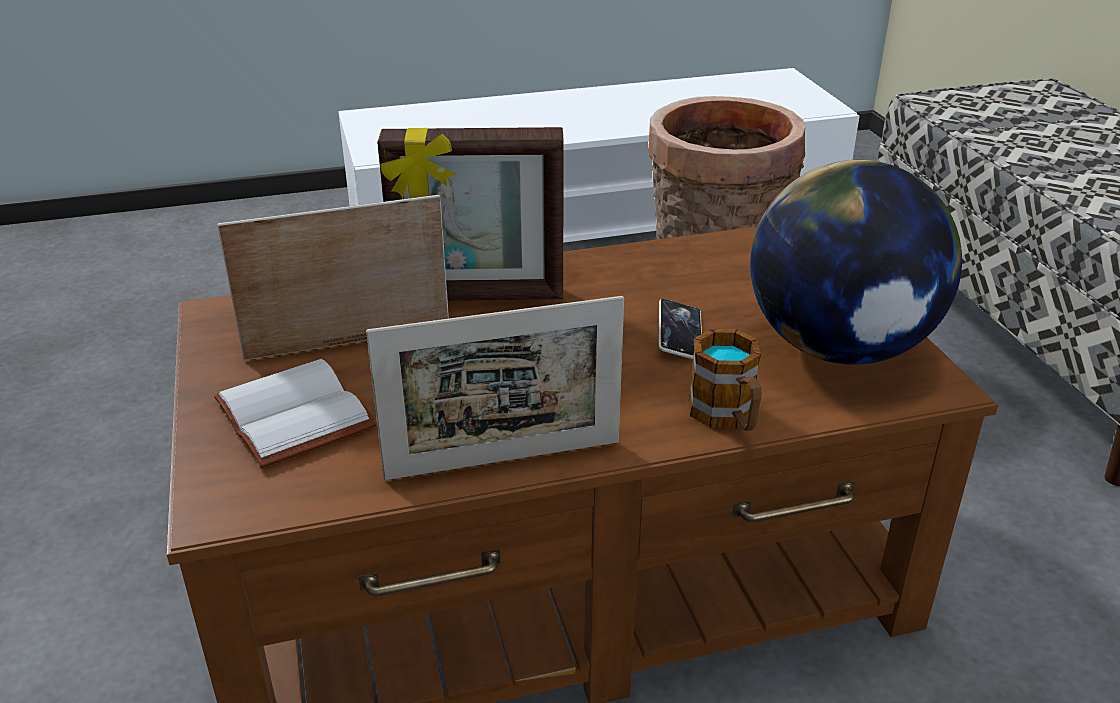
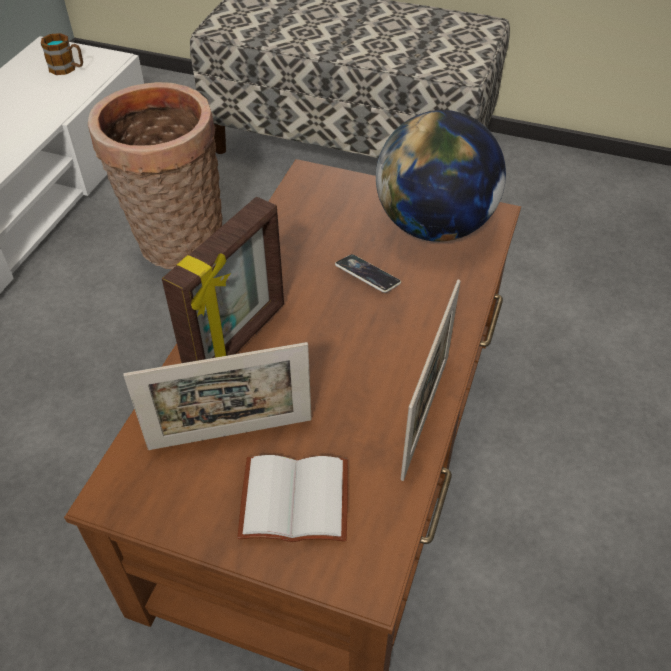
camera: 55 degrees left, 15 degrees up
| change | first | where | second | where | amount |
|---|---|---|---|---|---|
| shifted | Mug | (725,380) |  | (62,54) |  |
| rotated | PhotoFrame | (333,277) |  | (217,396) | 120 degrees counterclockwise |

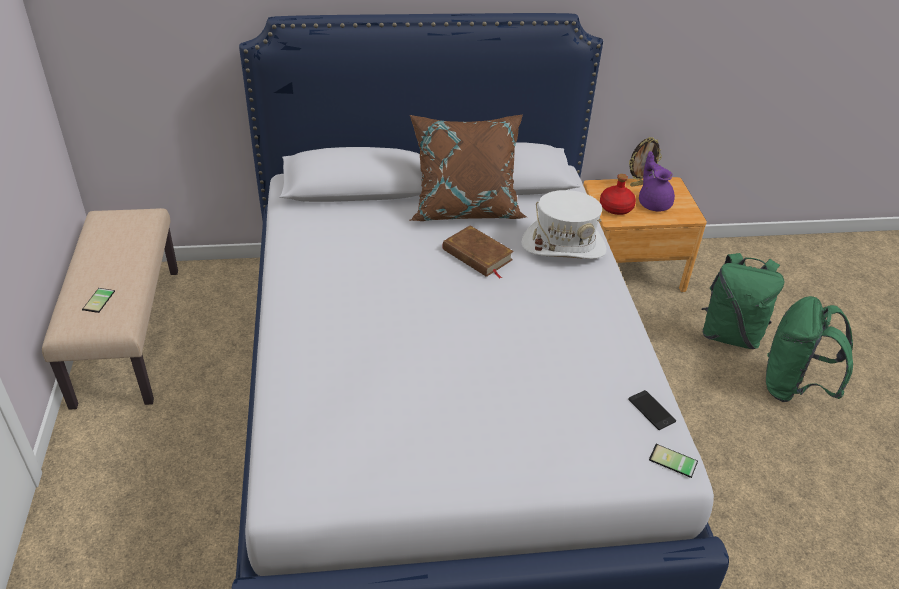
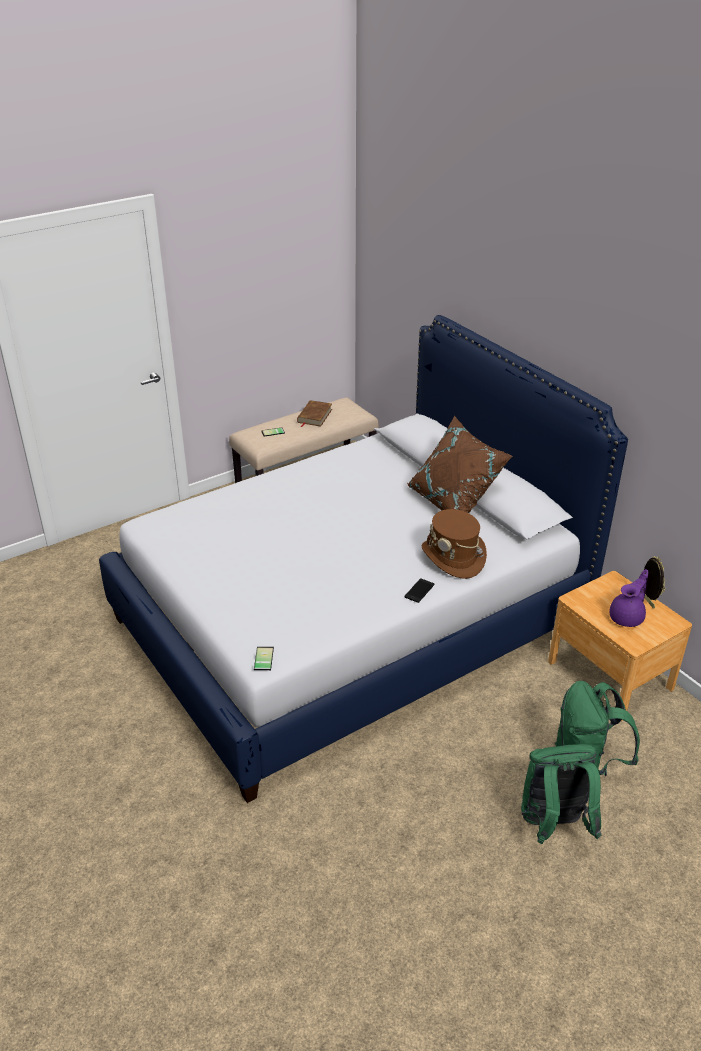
camera: 65 degrees right, 5 degrees down
| change | first | where | second | where | amount |
|---|---|---|---|---|---|
| gone | ReddishBeverageBottle | (618,194) |  |  |  |
| shifted | BrownColouredVolume | (478,251) |  | (314,413) |  |
| shifted | Telephone | (652,410) |  | (419,590) |  |
| repainted | WhiteHat | (563,224) | BrownColouredHat | (454,544) |  |
| rotated | PhotoFrame | (645,162) |  | (654,582) | 150 degrees counterclockwise |

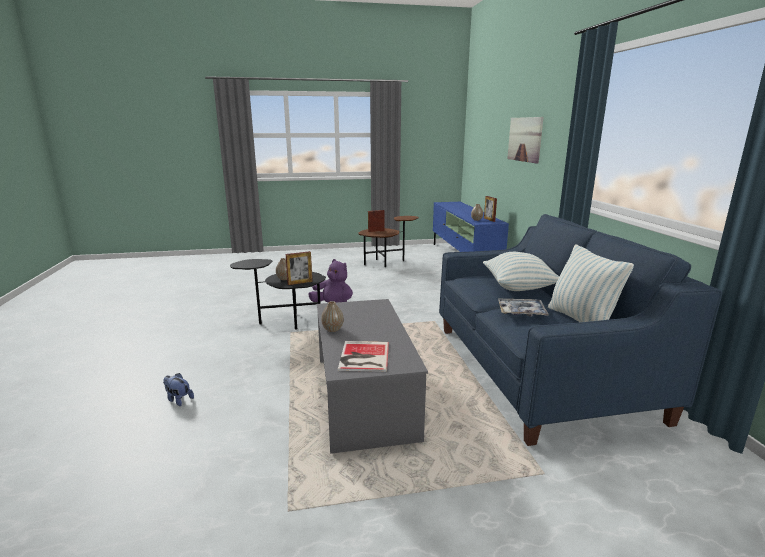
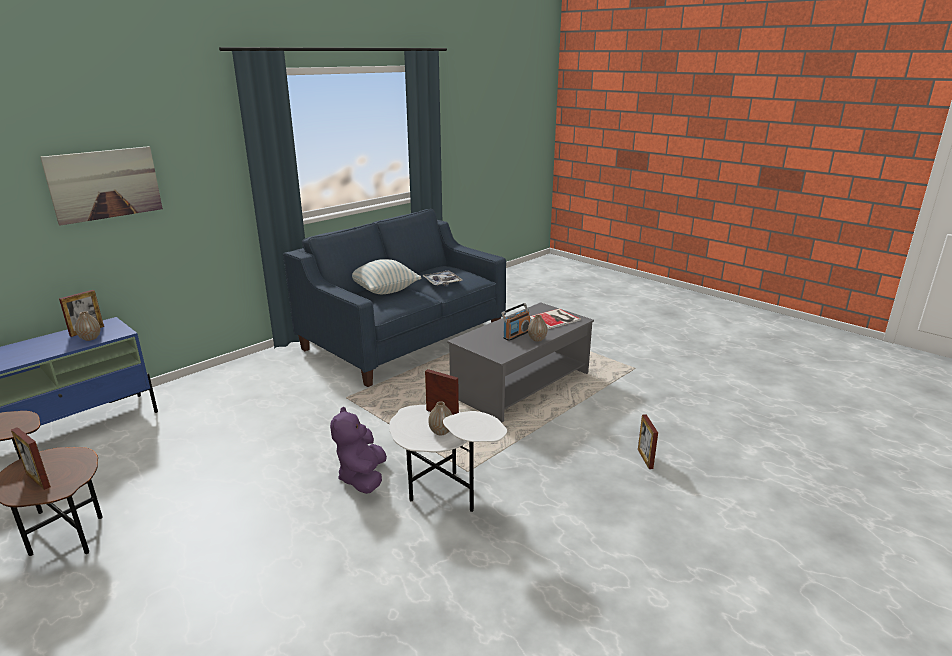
camera: 125 degrees left, 5 degrees up
| change | first | where | second | where | amount |
|---|---|---|---|---|---|
| gone | Pillow | (591,283) |  |  |  |
| new |  |  | RadioReceiver | (515,322) |  |
| swapped | CuddlyToy | (178,389) | PhotoFrame | (648,441) |  |
| repainted | BlackishSideTable | (278,294) | WhiteSideTable | (448,458) |  |

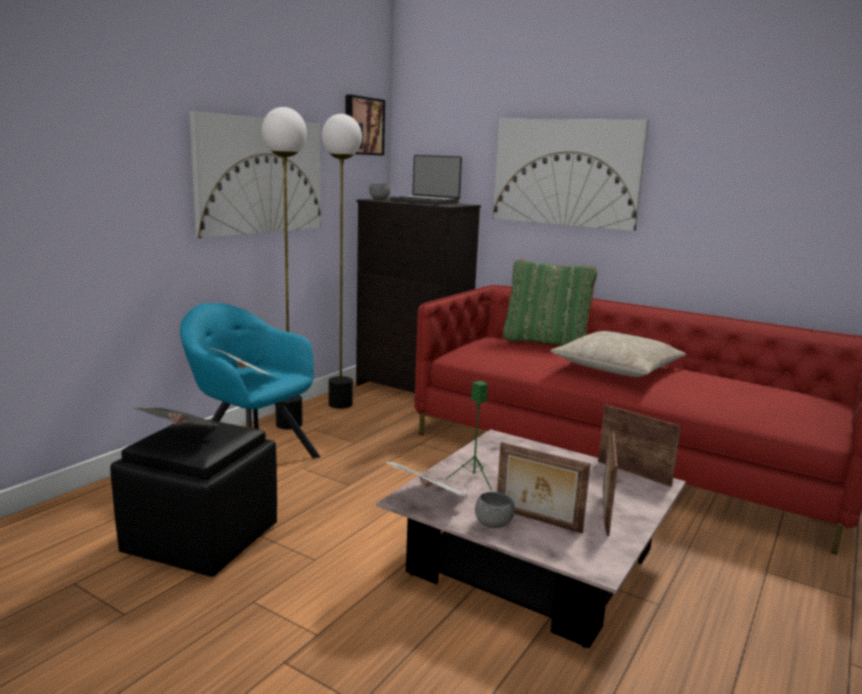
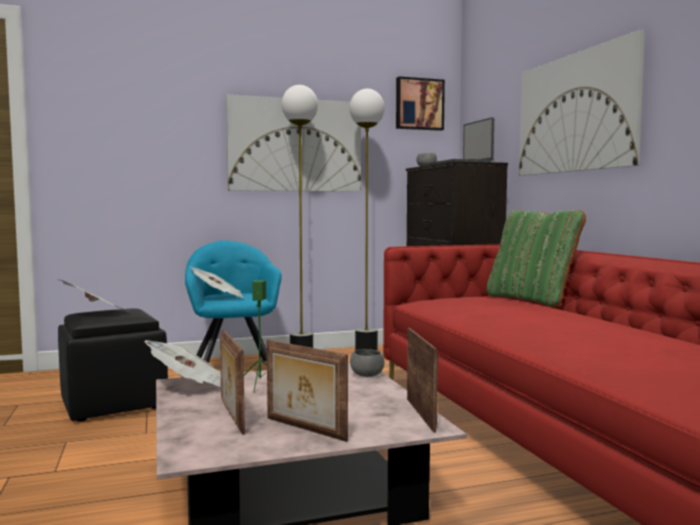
camera: 40 degrees right, 10 degrees down
| change | first | where | second | where | amount |
|---|---|---|---|---|---|
| gone | BeigePillow | (618,354) |  |  |  |
| shifted | GreyDeepDish | (495,510) |  | (367,363) |  |
| rotated | PhotoFrame | (610,483) |  | (307,391) | 105 degrees counterclockwise |

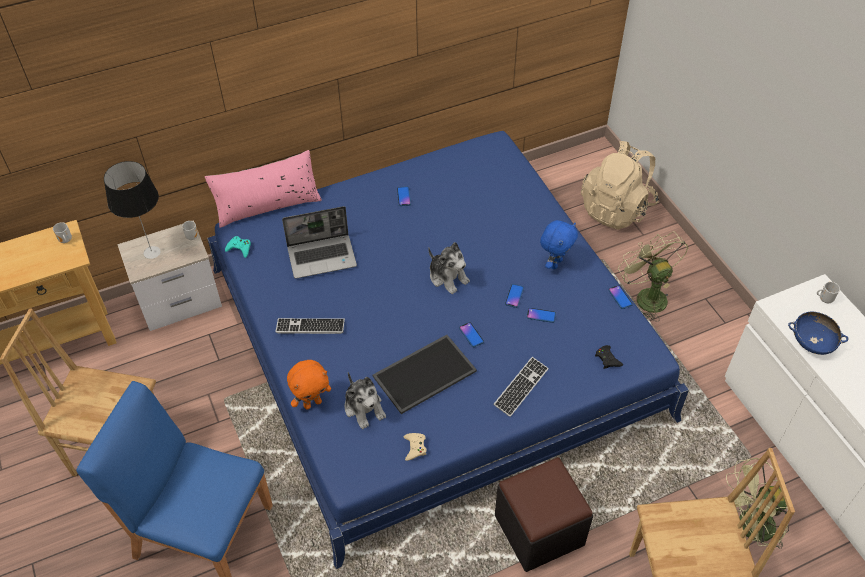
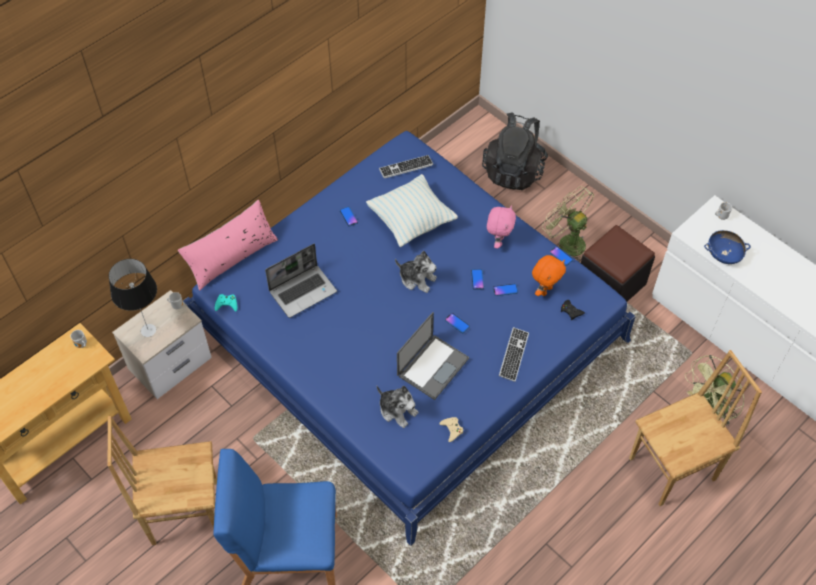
camera: 20 degrees left, 5 degrees up
| change | first | where | second | where | amount |
|---|---|---|---|---|---|
| new |  |  | Pillow | (412,210) |  |
| shifted | PcKeyboard | (310,326) |  | (406,166) |  |
| shifted | OrangeCuddlyToy | (309,385) |  | (549,275) |  |
| shifted | BlackishFootrest | (544,514) |  | (618,263) |  |
| swapped | CarryingTray | (425,374) | NotebookComputer | (433,356) |  |
| repainted | BluishCuddlyToy | (559,244) | PinkCuddlyToy | (501,227) |  |
| repainted | BeigeRucksack | (620,185) | BlackishRucksack | (515,151) |  |

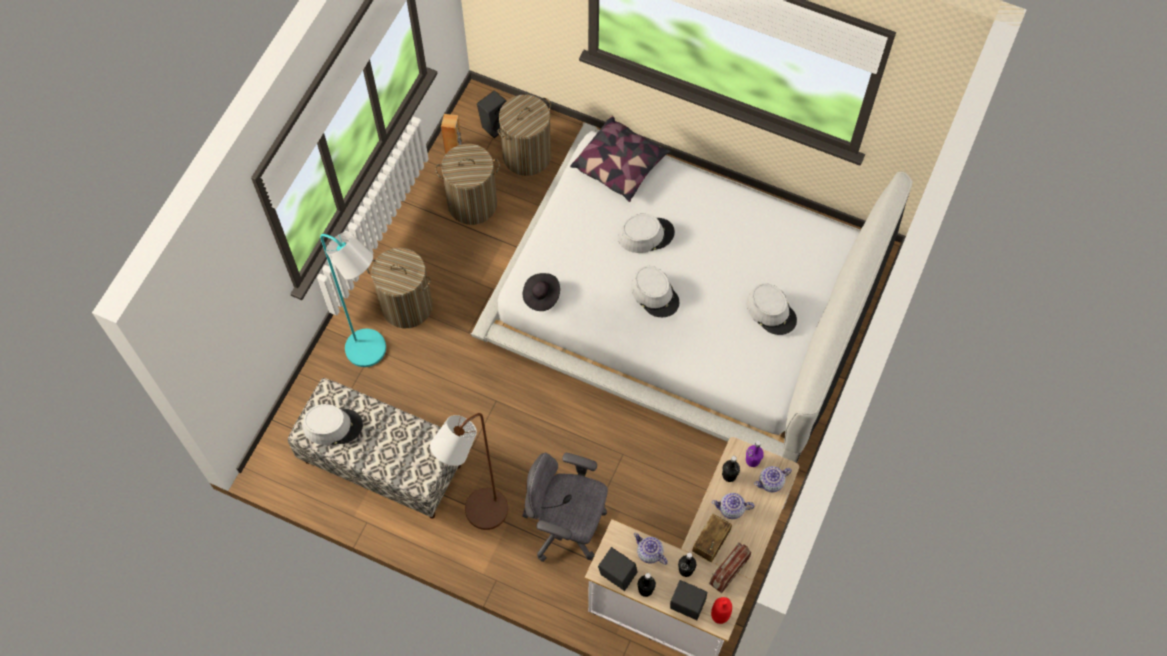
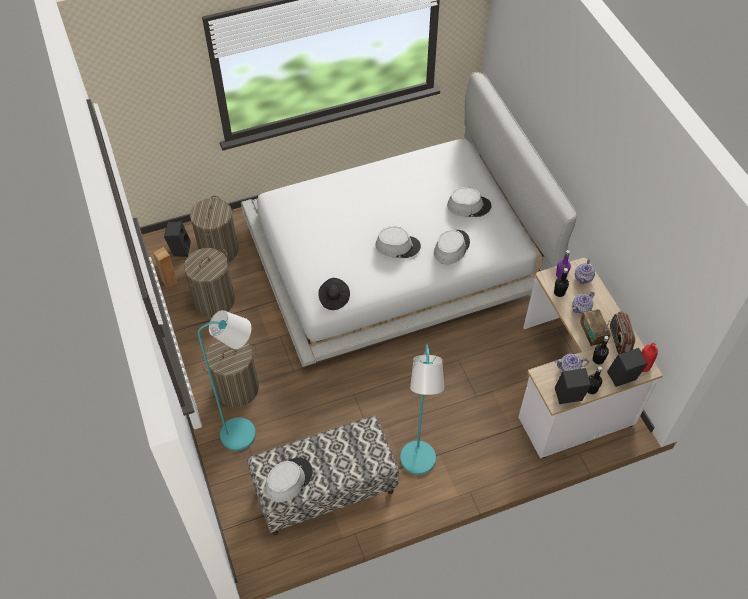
camera: 45 degrees left, 10 degrees down
| change | first | where | second | where | amount |
|---|---|---|---|---|---|
| gone | GreyComputerChair | (565,507) |  |  |  |
| gone | Pillow | (620,158) |  |  |  |
| shifted | GreyHat | (646,233) |  | (452,247) |  |
| repainted | BrownColouredFloorLamp | (469,471) | TurquoiseFloorLamp | (422,410) |  |

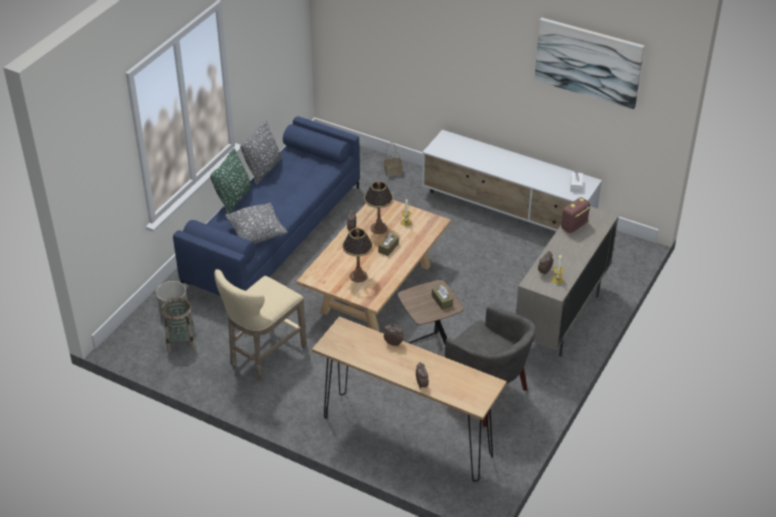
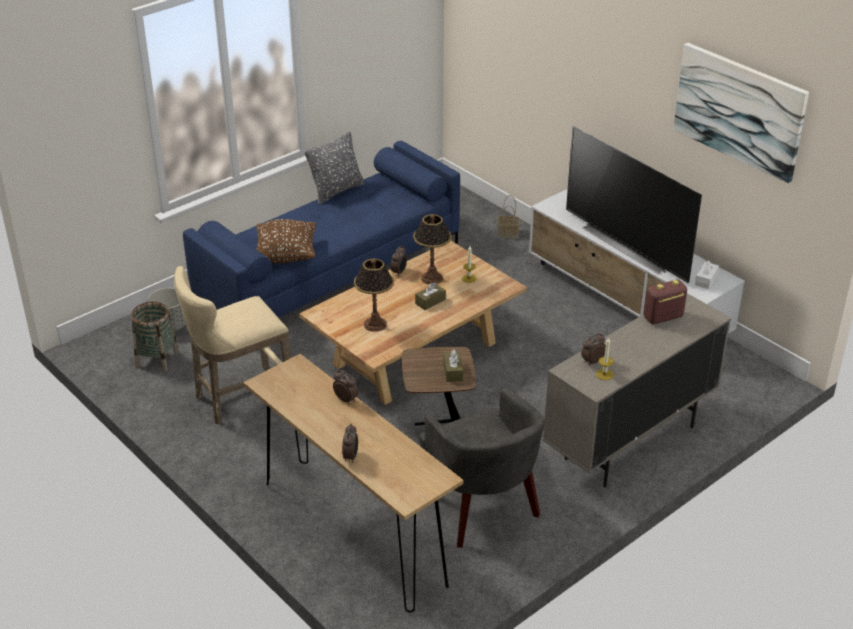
camera: 20 degrees right, 5 degrees down
| change | first | where | second | where | amount |
|---|---|---|---|---|---|
| gone | GreenColouredPillow | (231,181) |  |  |  |
| new |  |  | Television | (634,204) |  |
| repainted | GreyPillow | (256,223) | BrownColouredPillow | (286,241) |  |

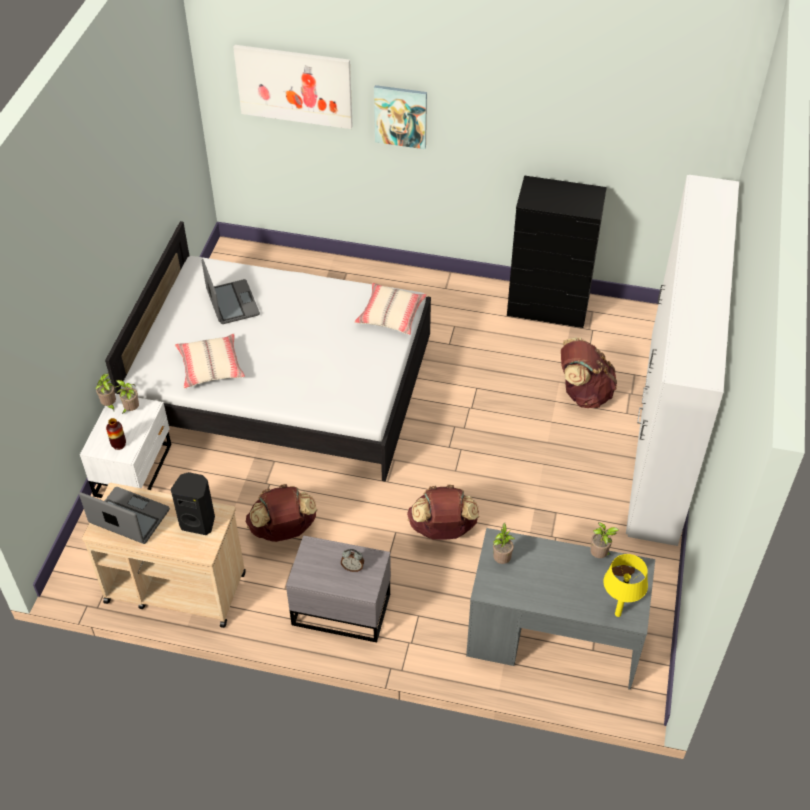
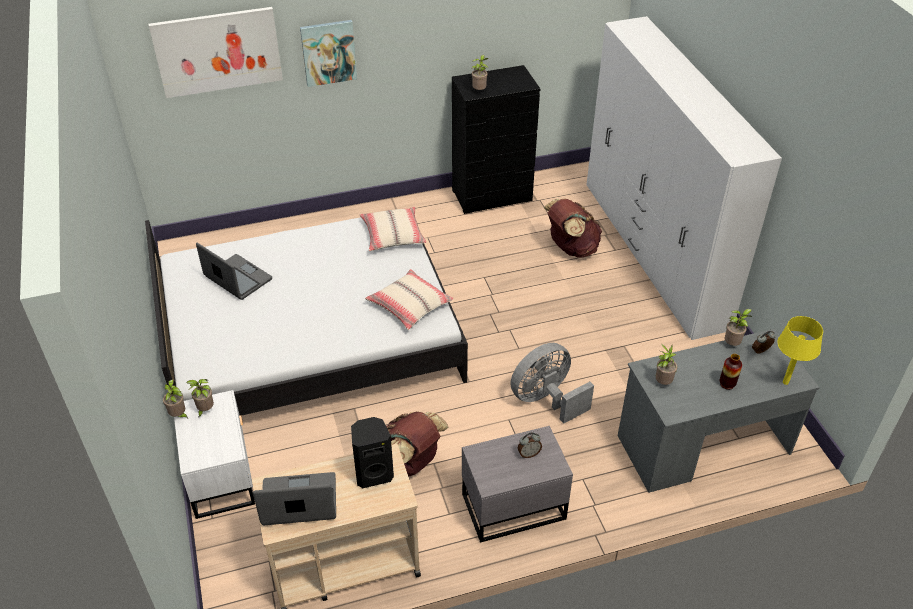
camera: 30 degrees left, 5 degrees down
| change | first | where | second | where | amount |
|---|---|---|---|---|---|
| new |  |  | PottedPlant | (479,72) |  |
| shifted | FlowerVase | (116,434) |  | (731,372) |  |
| shifted | BeigePillow | (210,361) |  | (409,299) |  |
| swapped | BrownColouredRucksack | (443,512) | GreyElectricFan | (552,383) |  |

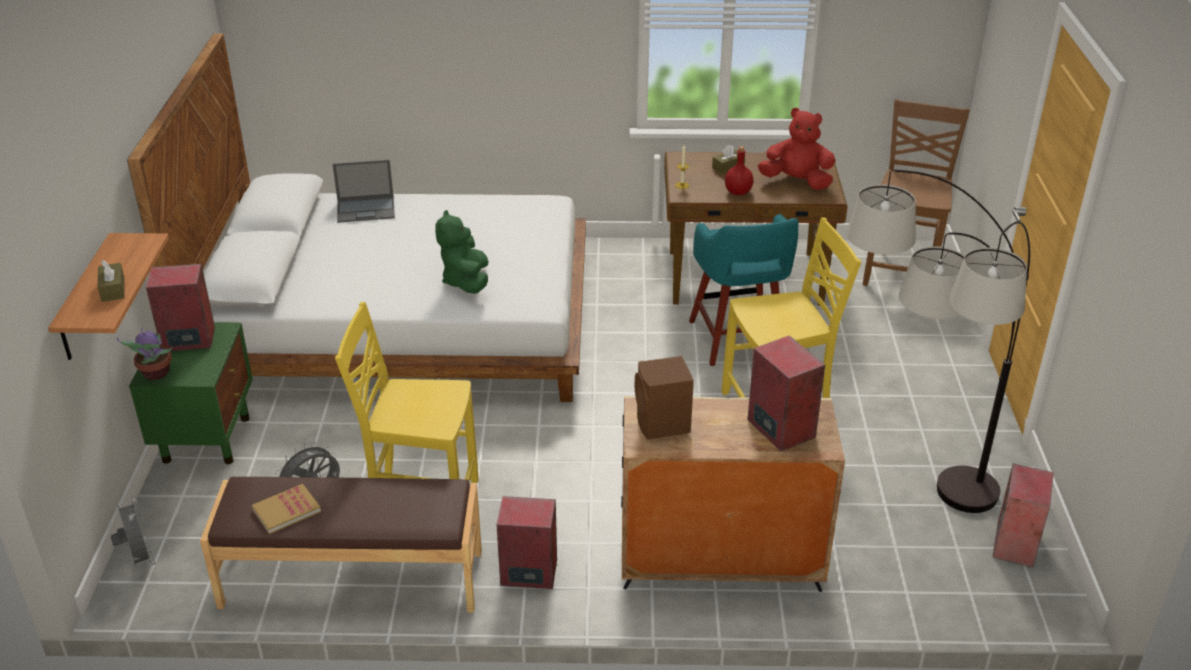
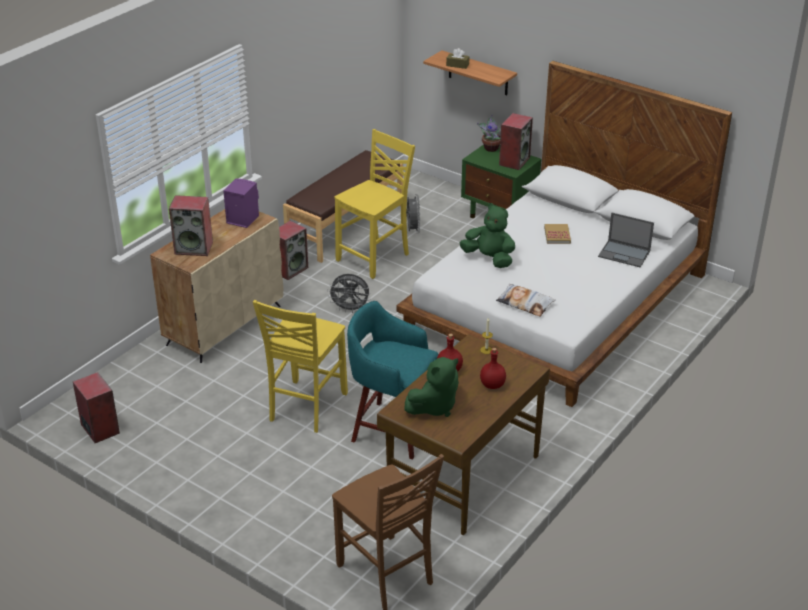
camera: 125 degrees right, 0 degrees up
| change | first | where | second | where | amount |
|---|---|---|---|---|---|
| gone | FloorLamp | (938,341) |  |  |  |
| new |  |  | Pillow | (525,300) |  |
| shifted | GreyElectricFan | (133,531) |  | (348,293) |  |
| shifted | Volume | (286,509) |  | (557,234) |  |
| swapped | BrownColouredTissueHolder | (728,159) | ReddishBeverageBottle | (493,368) |  |
| repainted | BrownColouredAudioSpeaker | (664,398) | PurpleColouredAudioSpeaker | (241,203) |  |
| repainted | ReddishCuddlyToy | (797,149) | GreenColouredCuddlyToy | (431,387) |  |
| rotated | NotebookComputer | (364,191) |  | (626,240) | 90 degrees counterclockwise |

